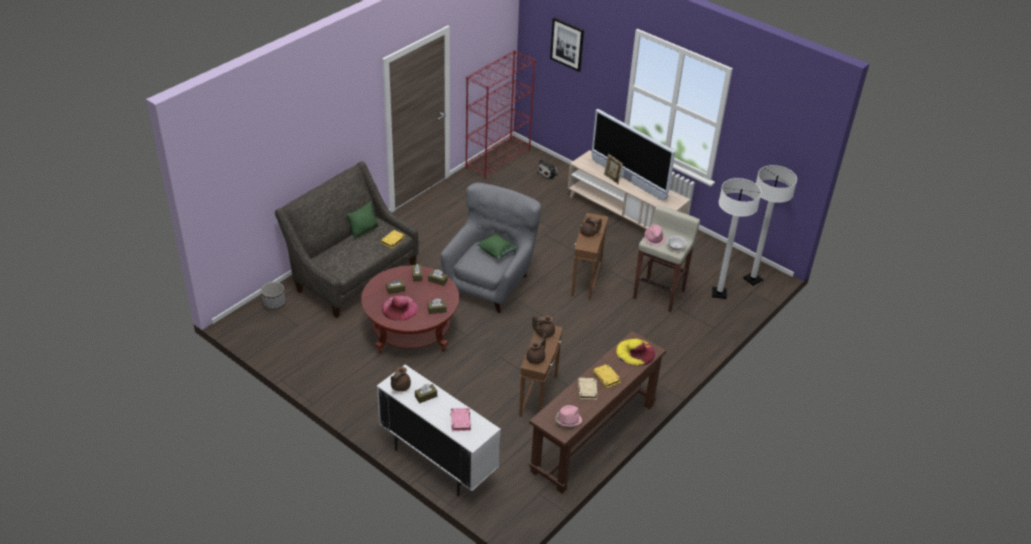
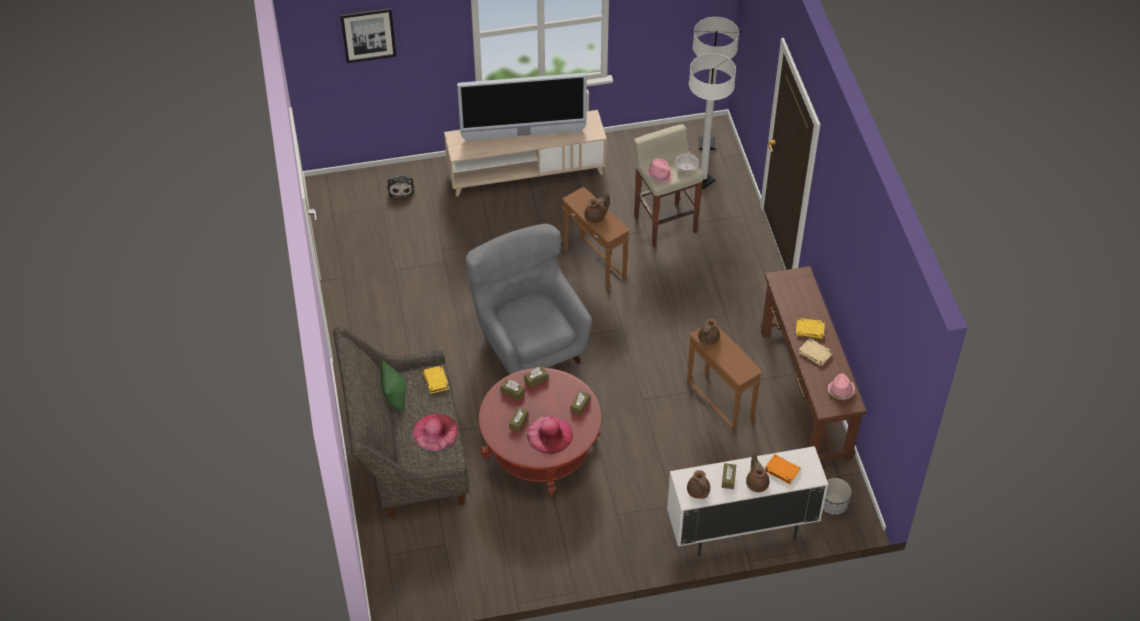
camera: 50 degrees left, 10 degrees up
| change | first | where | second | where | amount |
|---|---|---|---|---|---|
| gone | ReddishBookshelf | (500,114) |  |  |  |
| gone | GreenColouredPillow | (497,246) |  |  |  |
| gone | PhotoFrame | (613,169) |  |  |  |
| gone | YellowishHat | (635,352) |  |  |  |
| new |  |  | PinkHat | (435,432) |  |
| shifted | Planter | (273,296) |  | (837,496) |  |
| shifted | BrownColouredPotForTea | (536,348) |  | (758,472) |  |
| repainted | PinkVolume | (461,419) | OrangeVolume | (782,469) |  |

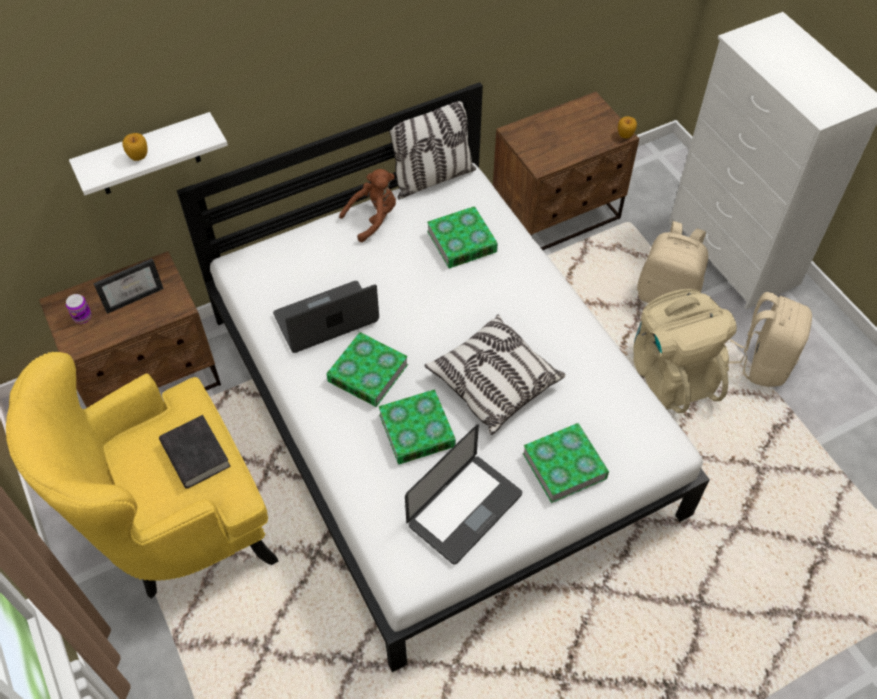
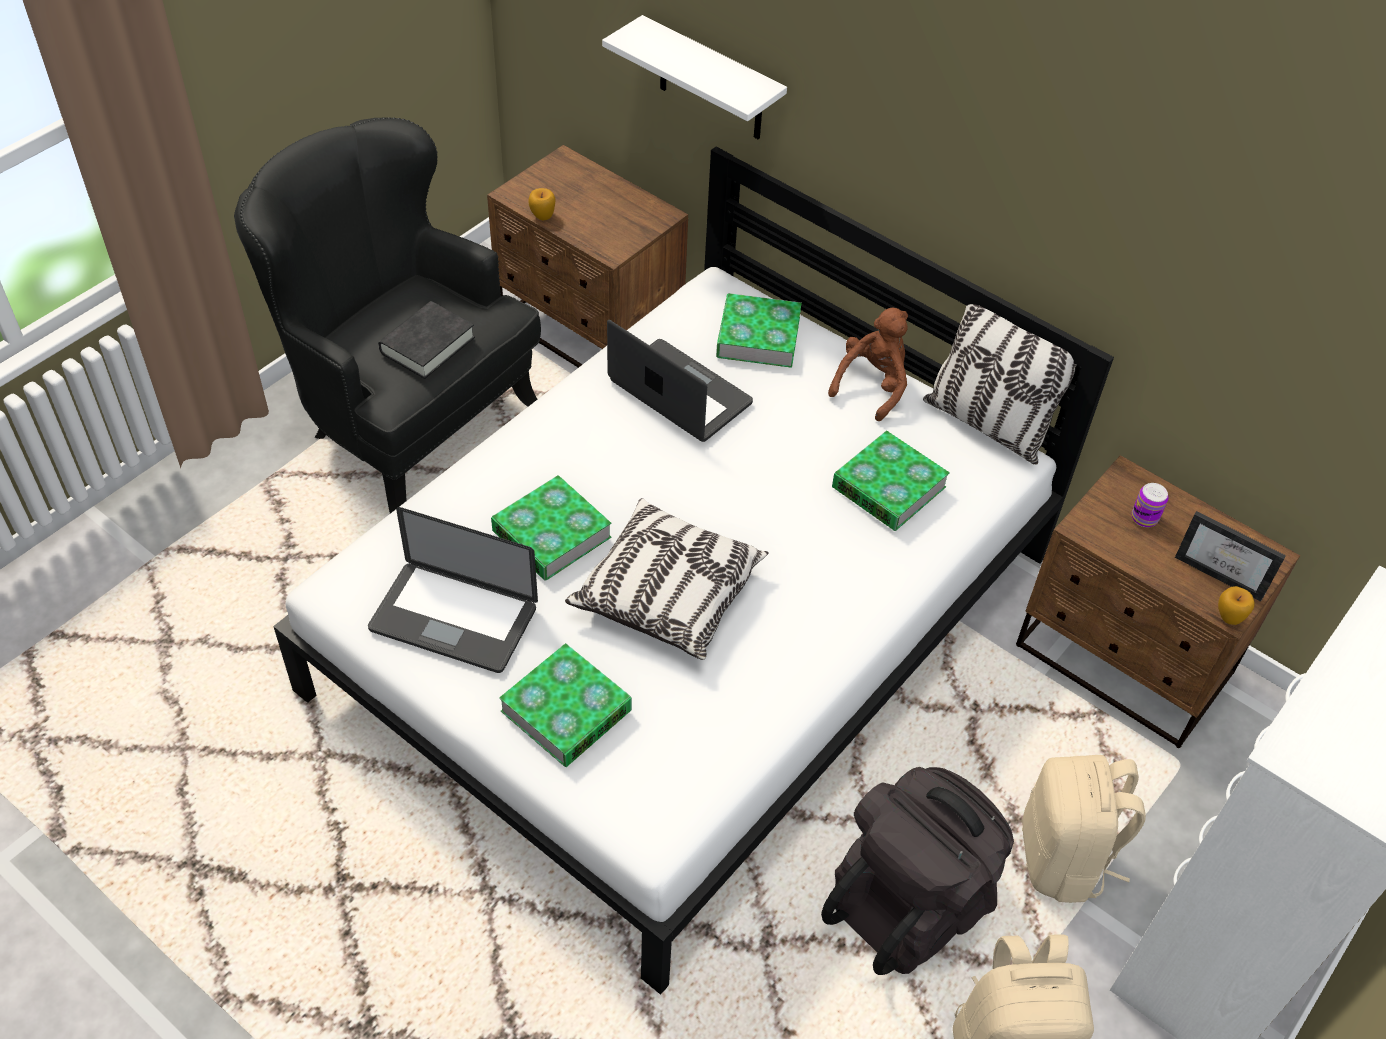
camera: 65 degrees right, 5 degrees down
| change | first | where | second | where | amount |
|---|---|---|---|---|---|
| shifted | SealedCan | (79,309) |  | (1150,505) |  |
| shifted | PhotoFrame | (128,286) |  | (1230,556) |  |
| shifted | WholeApple | (135,147) |  | (541,204) |  |
| shifted | Volume | (367,369) |  | (759,330) |  |
| repainted | YellowishArmchair | (142,475) | BlackishArmchair | (387,315) |  |
| repainted | BeigeRucksack | (685,351) | BlackishRucksack | (917,871) |  |
| rotated | BrownColouredCuddlyToy | (367,205) |  | (868,364) | 90 degrees counterclockwise |

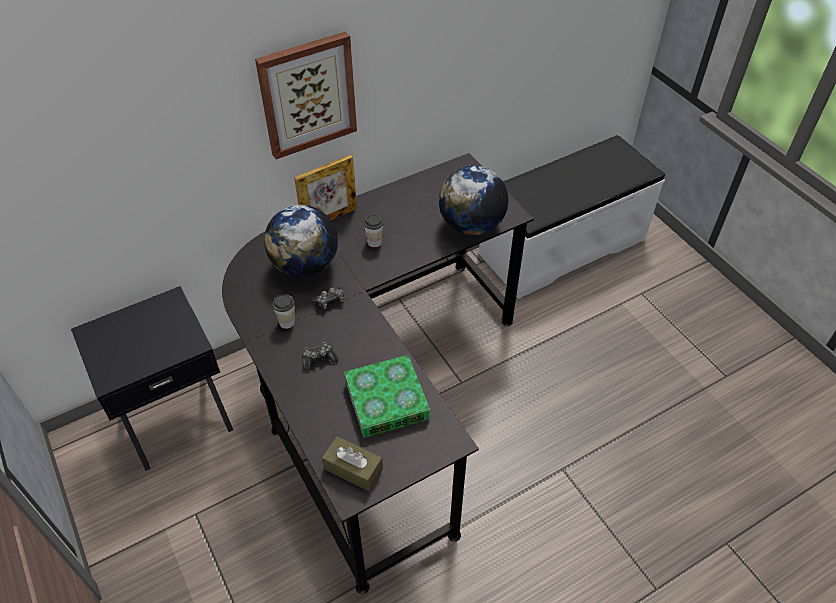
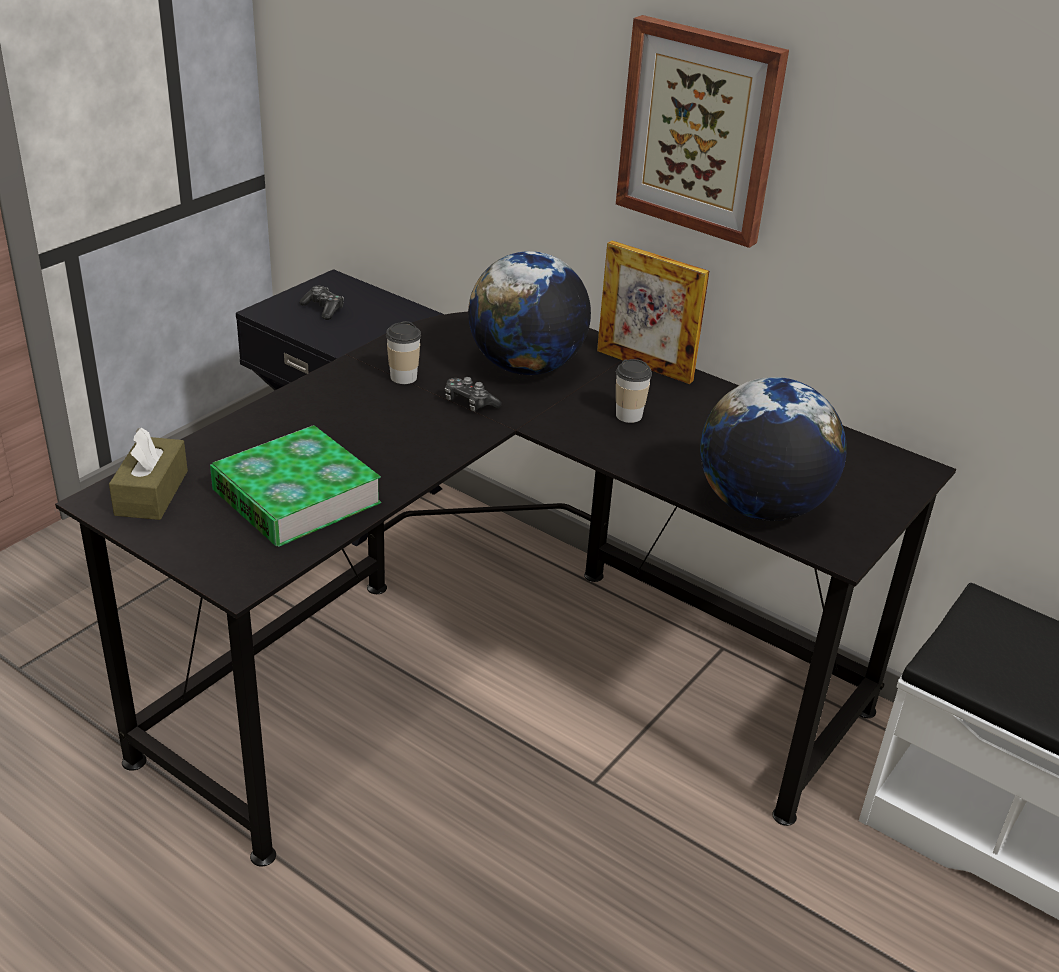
camera: 65 degrees right, 15 degrees down
| change | first | where | second | where | amount |
|---|---|---|---|---|---|
| shifted | Gamepad | (320,356) |  | (321,303) |  |

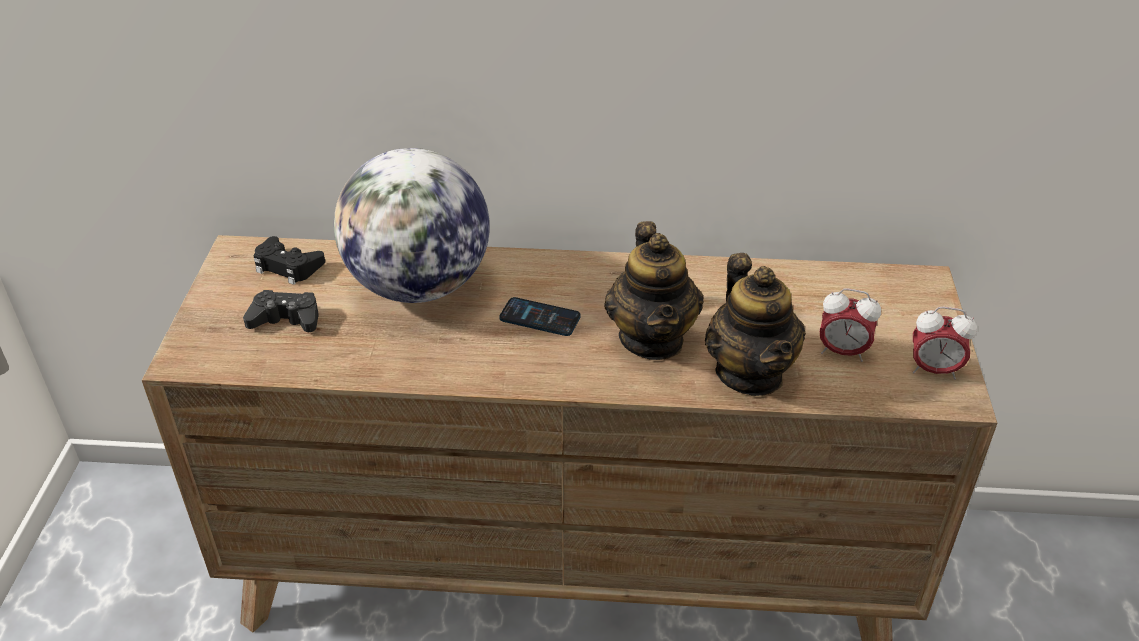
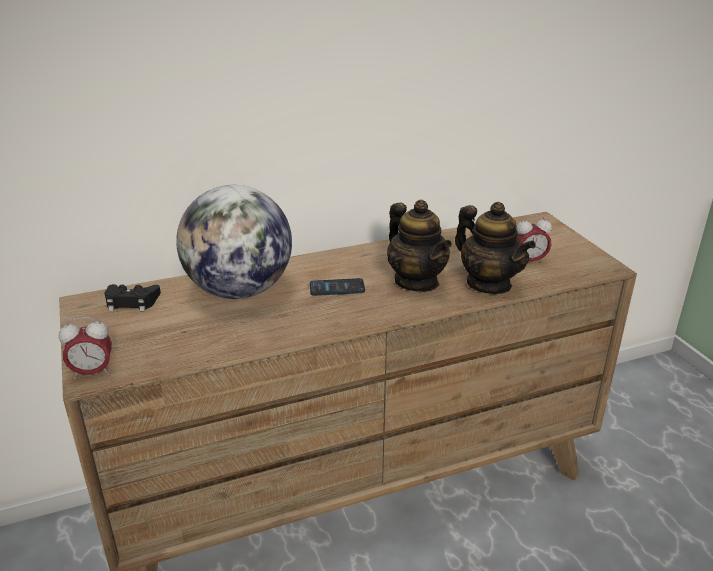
camera: 25 degrees left, 10 degrees down
| change | first | where | second | where | amount |
|---|---|---|---|---|---|
| gone | BlackishGamepad | (281,311) |  |  |  |
| shifted | AlarmClock | (945,343) |  | (85,348) |  |

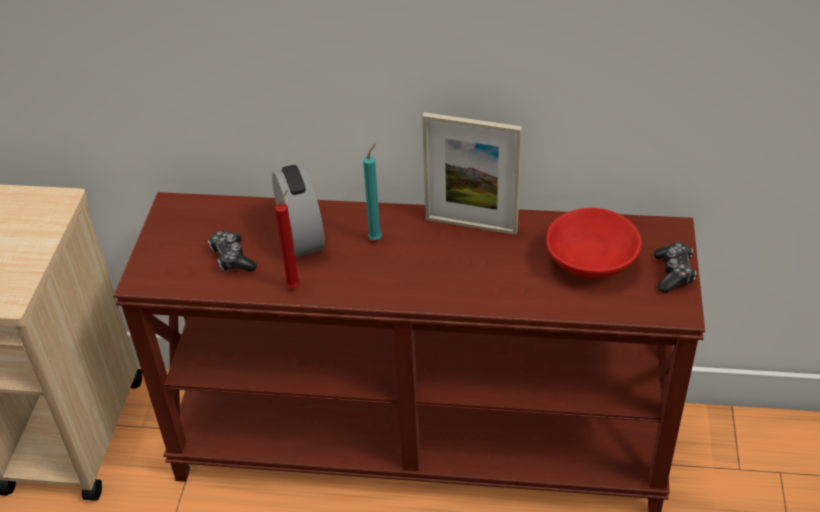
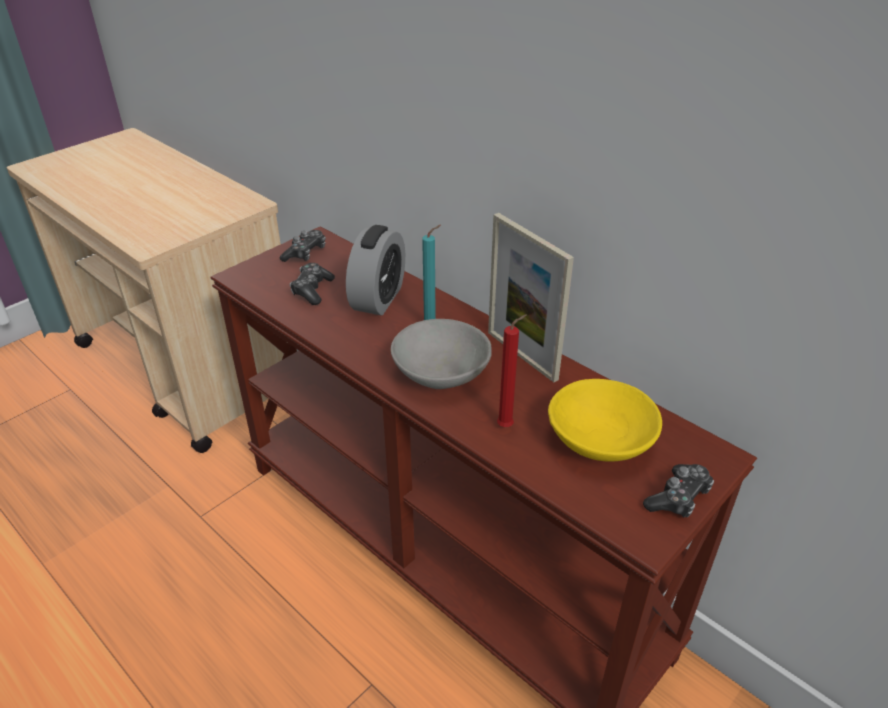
camera: 35 degrees right, 5 degrees down
| change | first | where | second | where | amount |
|---|---|---|---|---|---|
| new |  |  | Gamepad | (303,246) |  |
| new |  |  | GreyDeepDish | (441,354) |  |
| shifted | ReddishWaxLight | (287,239) |  | (512,370) |  |
| repainted | ReddishDeepDish | (594,243) | YellowishDeepDish | (605,420) |  |

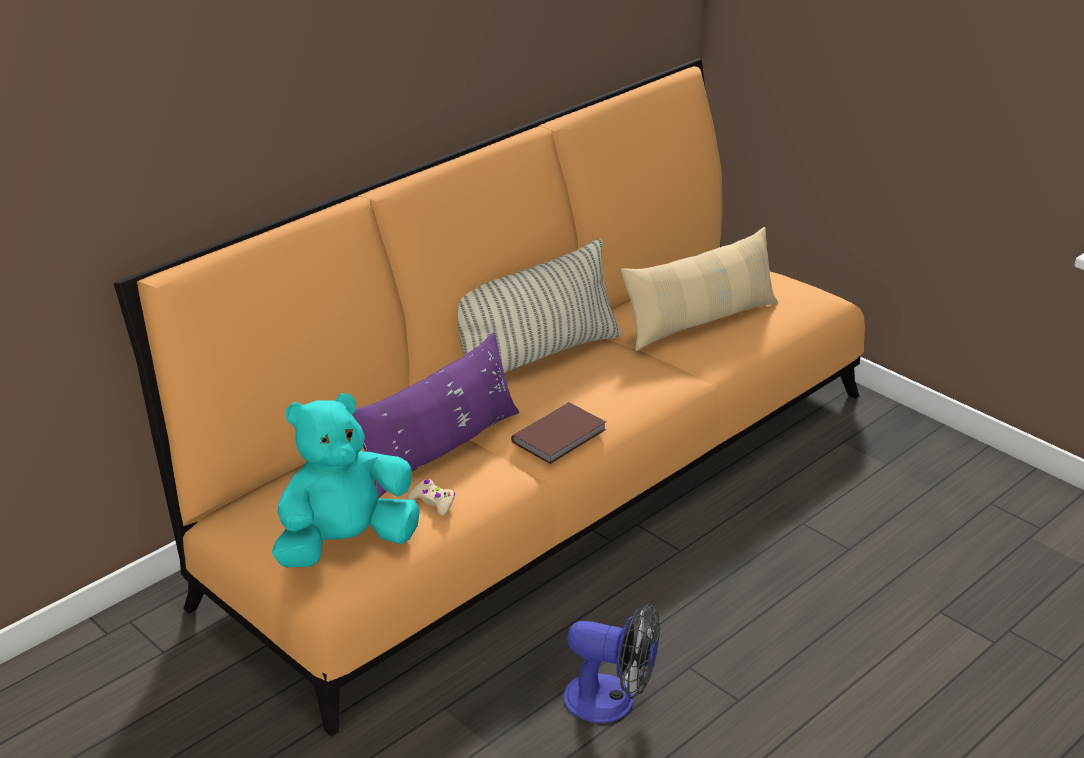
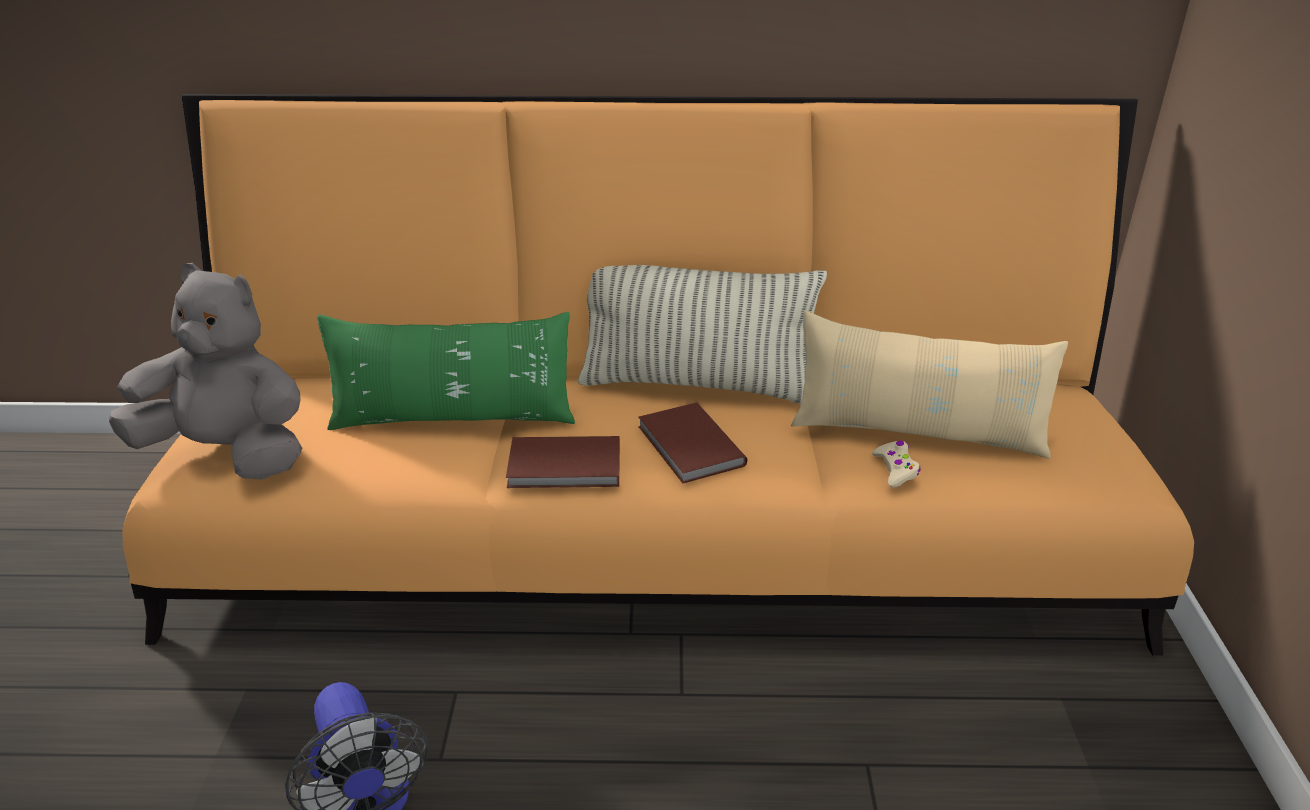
camera: 45 degrees right, 0 degrees up
| change | first | where | second | where | amount |
|---|---|---|---|---|---|
| new |  |  | BrownColouredVolume | (692,442) |  |
| shifted | BeigeGamepad | (431,497) |  | (896,464) |  |
| repainted | TurquoiseCuddlyToy | (346,480) | GreyCuddlyToy | (206,371) |  |
| repainted | PurpleColouredPillow | (435,415) | GreenColouredPillow | (446,371) |  |

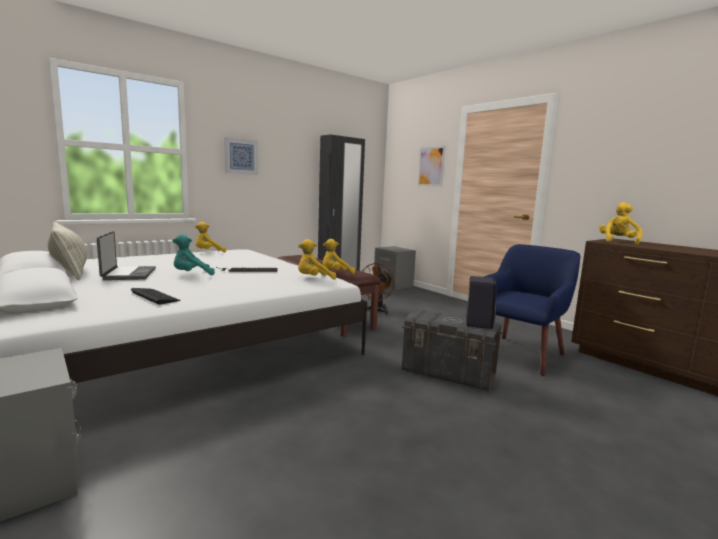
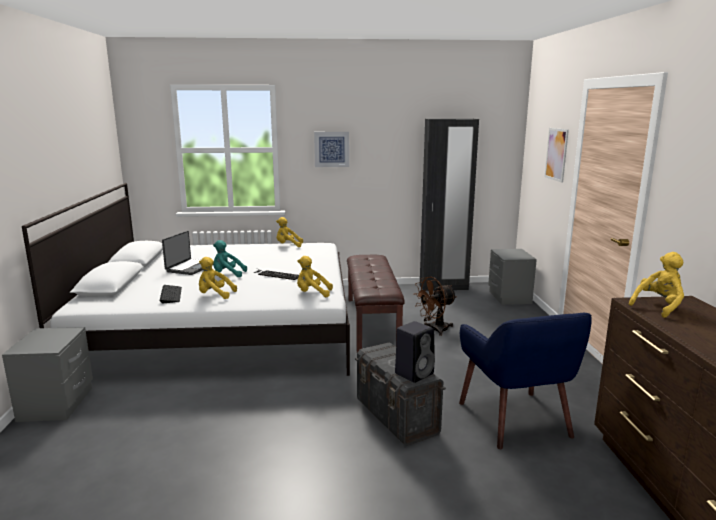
camera: 35 degrees right, 5 degrees up
| change | first | where | second | where | amount |
|---|---|---|---|---|---|
| gone | Pillow | (67,250) |  |  |  |
| shifted | YellowishCuddlyToy | (338,256) |  | (218,278) |  |
| rotated | BluishArmchair | (532,310) |  | (525,381) | 90 degrees clockwise |

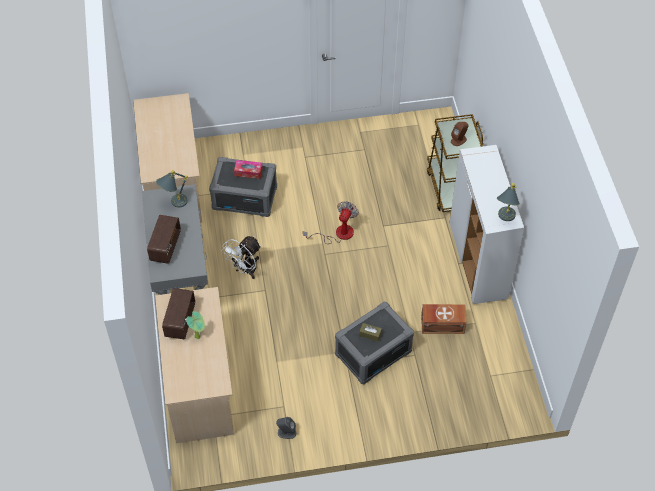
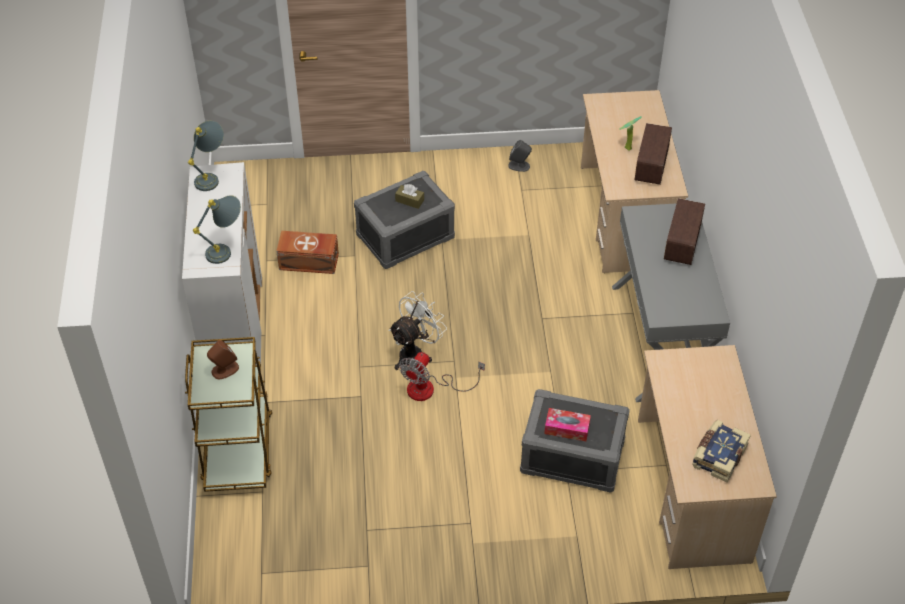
camera: 175 degrees left, 5 degrees down
| change | first | where | second | where | amount |
|---|---|---|---|---|---|
| new |  |  | Volume | (721,451) |  |
| shifted | GreyTabletopLamp | (172,189) |  | (217,229) |  |
| shifted | WhiteElectricFan | (241,257) |  | (418,330) |  |

